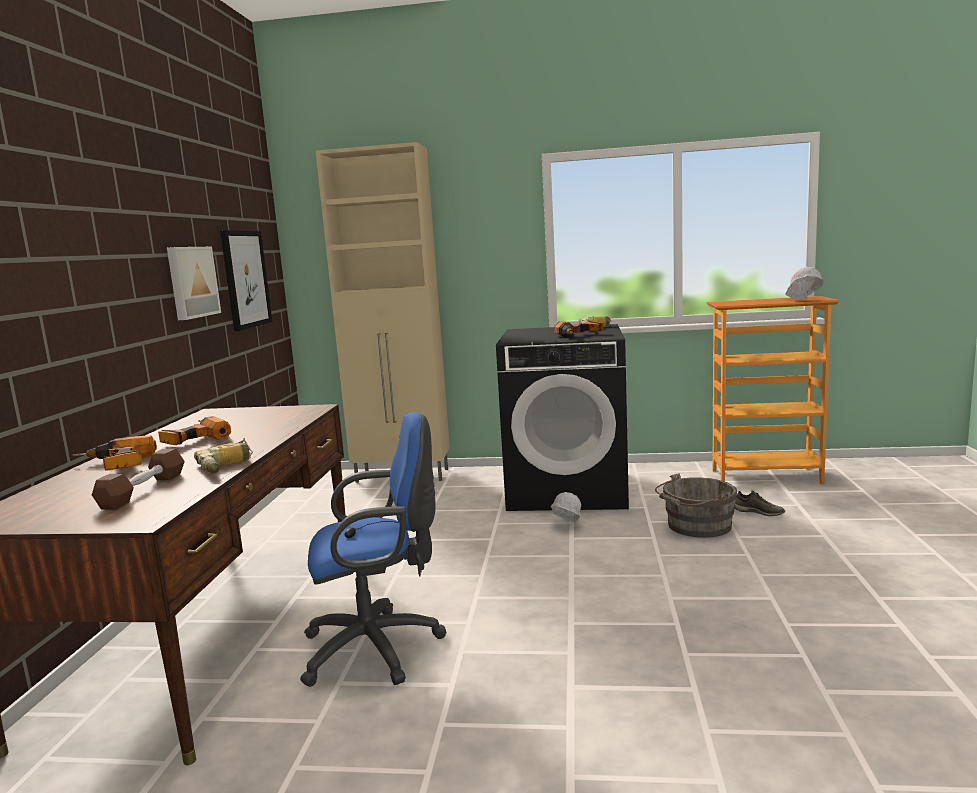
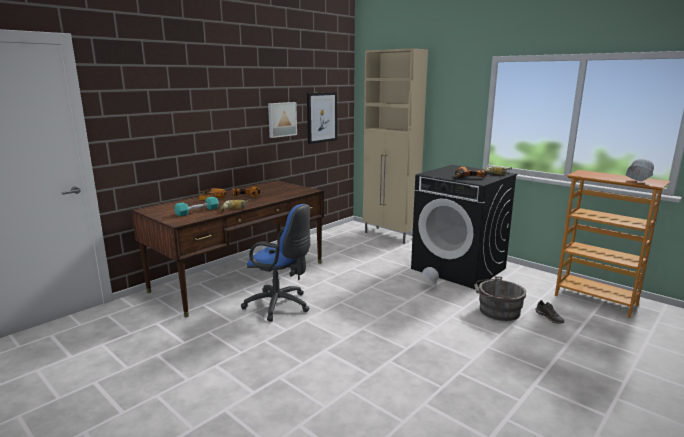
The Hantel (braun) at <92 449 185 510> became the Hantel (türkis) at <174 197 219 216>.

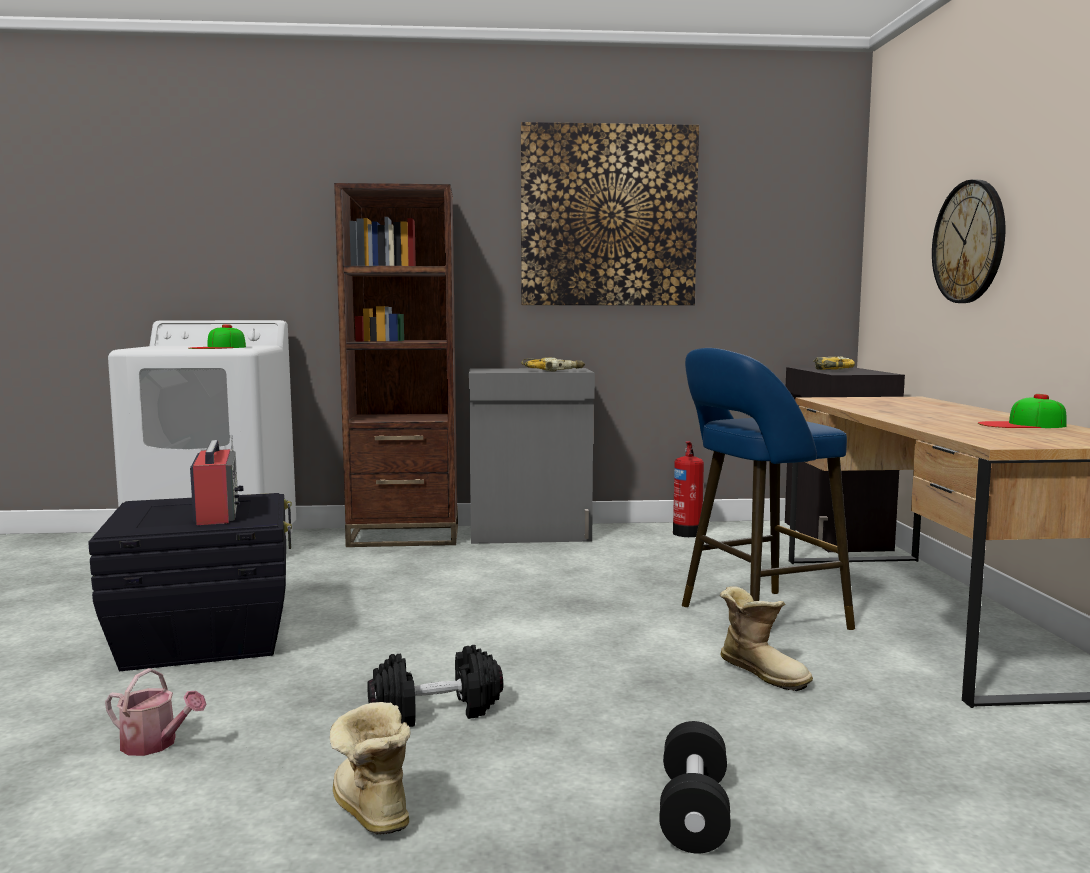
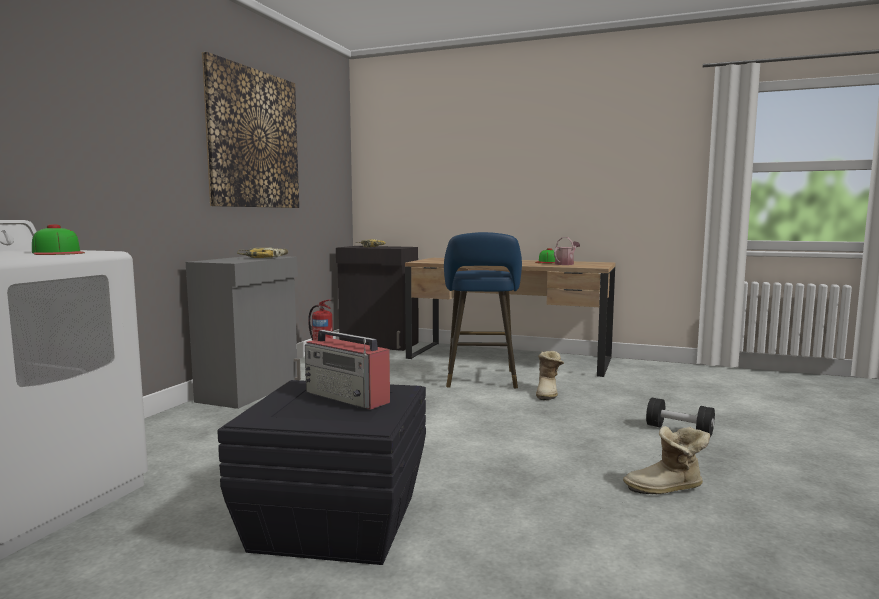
The Gießkanne moved from <105 668 207 756> to <554 237 580 265>.
The Radio at <190 435 244 525> turned 150 degrees counterclockwise.
The Bücherregal (braun) at <334 183 458 547> disappeared.
The Hantel (schwarz) at <367 645 503 727> disappeared.
The Stiefel at <720 586 813 691> turned 120 degrees clockwise.
The Wanduhr at <932 180 1005 303> disappeared.

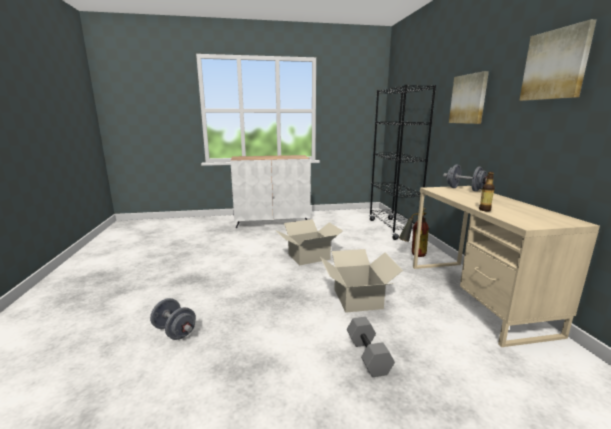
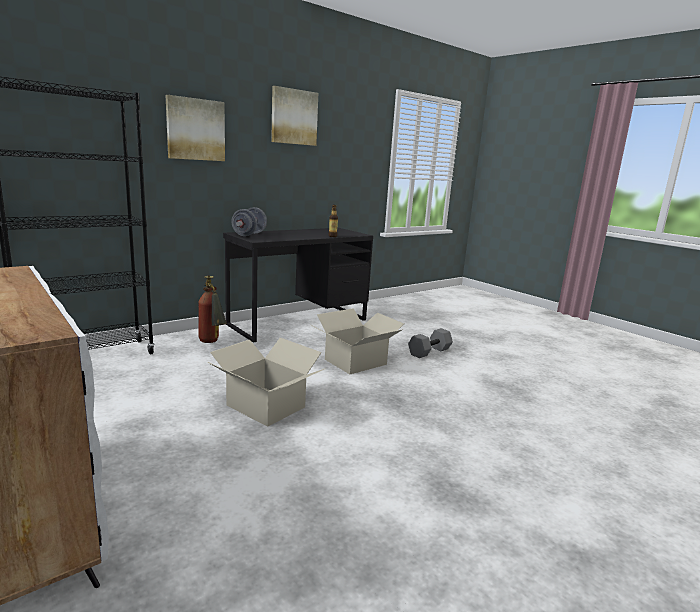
The Hantel (grau) at <150 298 196 340> disappeared.
The Schreibtisch (beige) at <413 186 600 347> became the Schreibtisch (schwarz) at <223 228 373 343>.

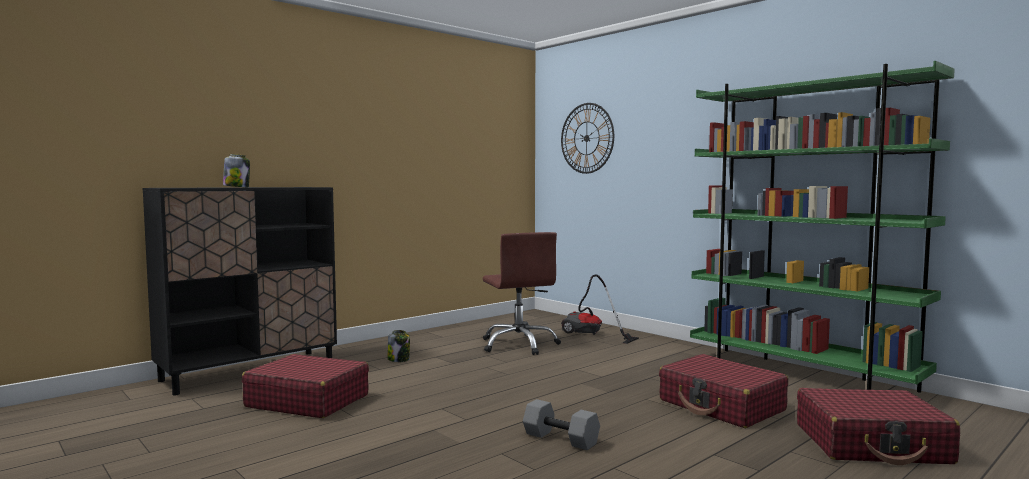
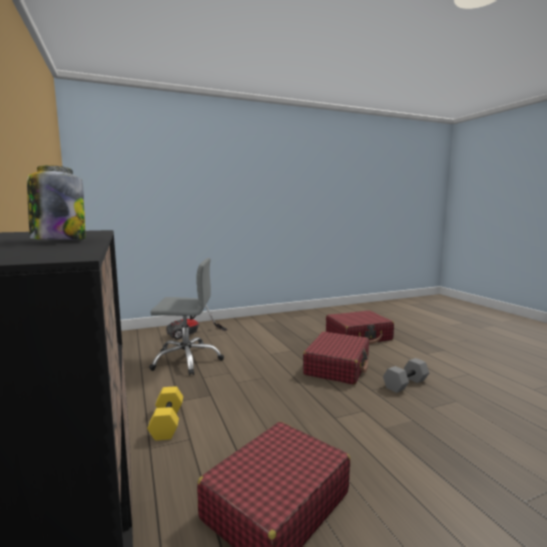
The Vorratsglas at <388 330 410 362> was replaced by the Hantel (gelb) at <147 386 183 441>.
The Bürostuhl (braun) at <483 232 561 355> became the Bürostuhl (grau) at <149 258 224 376>.
The Wanduhr at <561 103 614 174> disappeared.
The Bücherregal (grün) at <690 61 955 393> disappeared.
The Koffer (rot) moved from <797 388 960 465> to <303 331 369 385>.

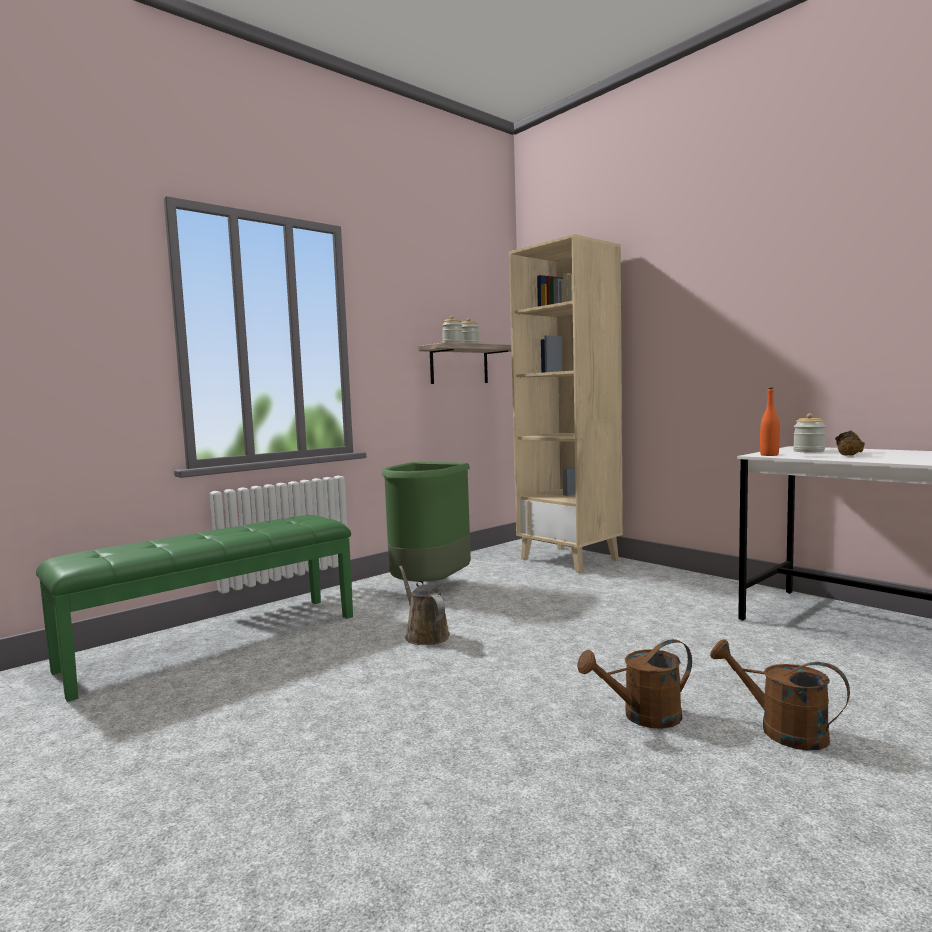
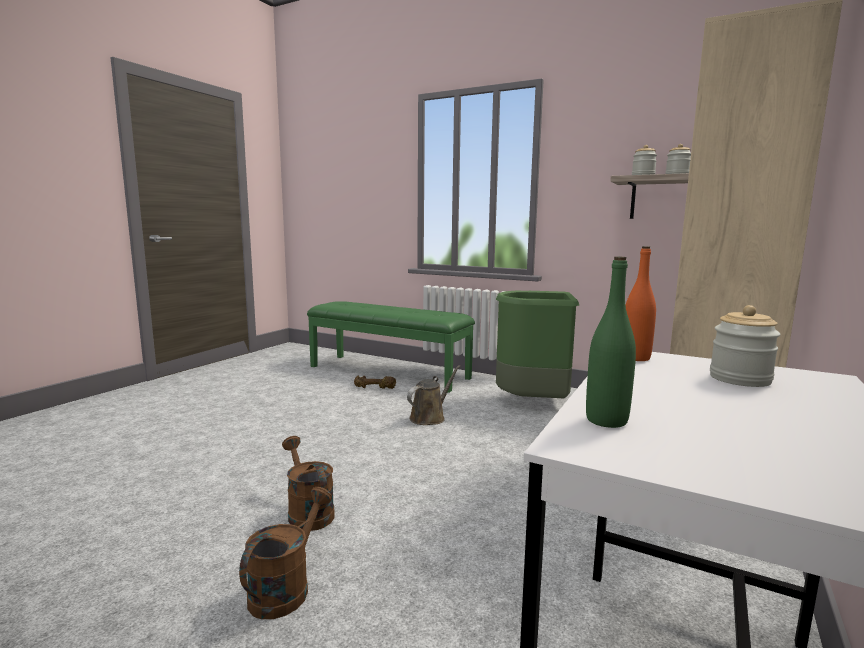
The Hantel (braun) moved from <835 430 865 456> to <354 376 396 389>.
The Flasche (grün) at <586 257 636 428> appeared.

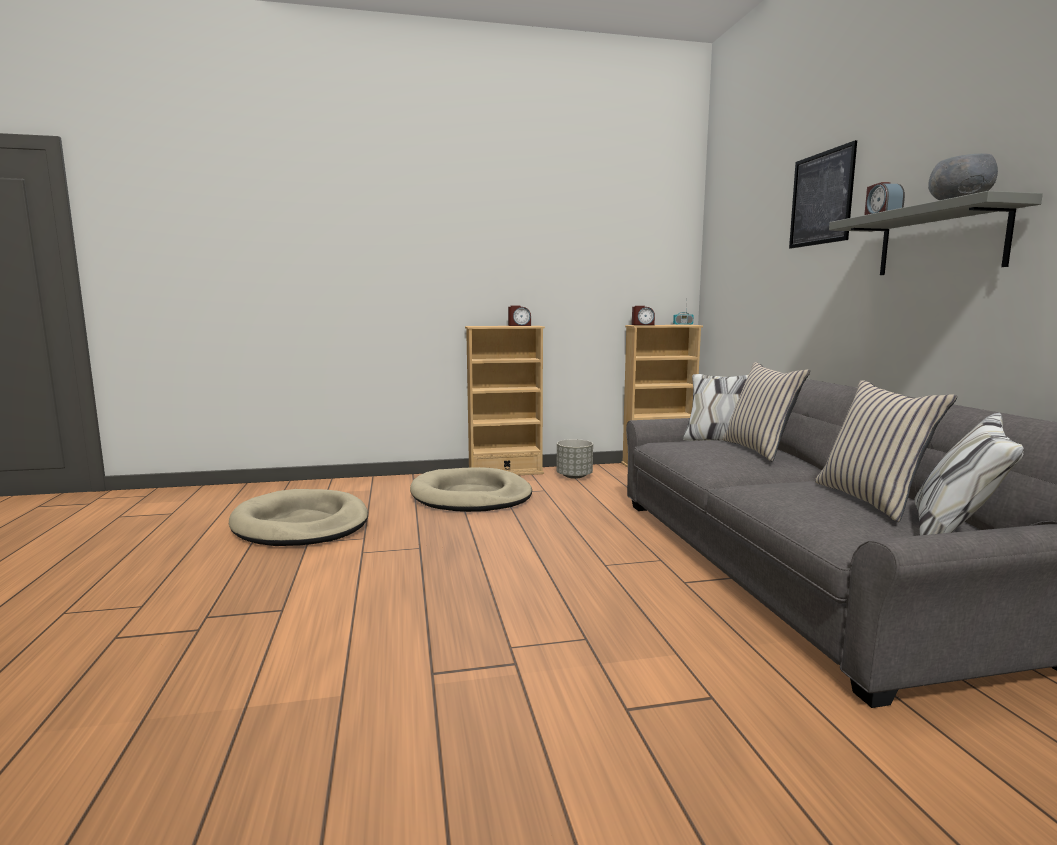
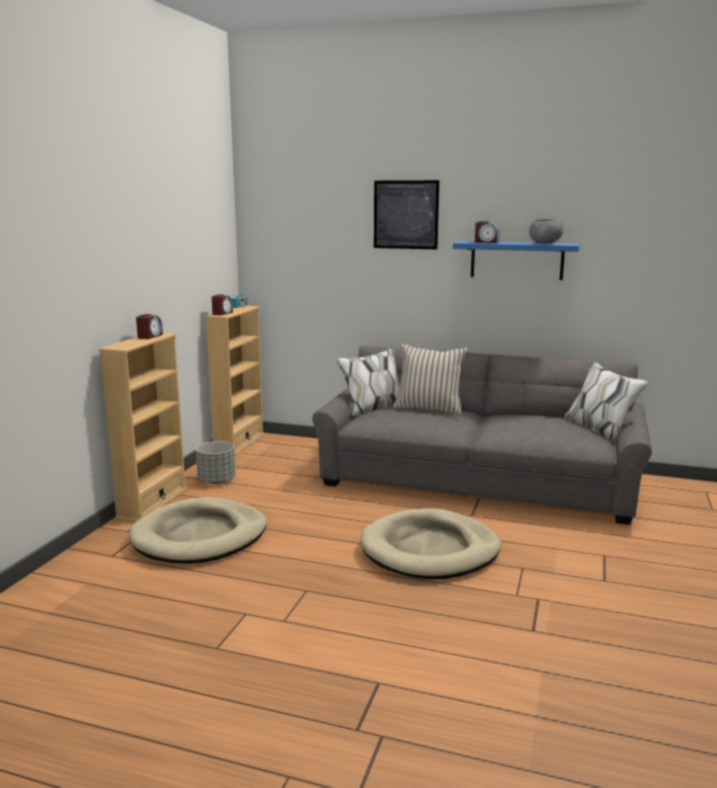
The Hundebett (beige) moved from <229 489 368 546> to <360 508 501 579>.
The Kissen (beige) at <815 380 957 522> disappeared.
The Wandregal (grau) at <829 191 1043 275> became the Wandregal (blau) at <453 241 580 280>.

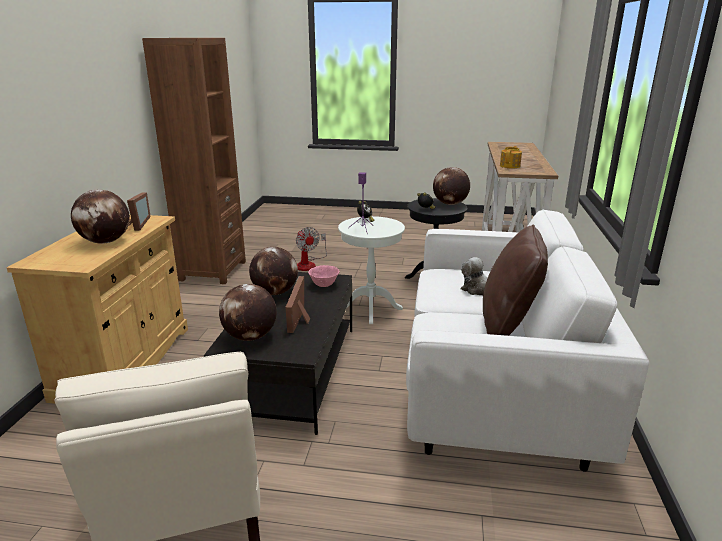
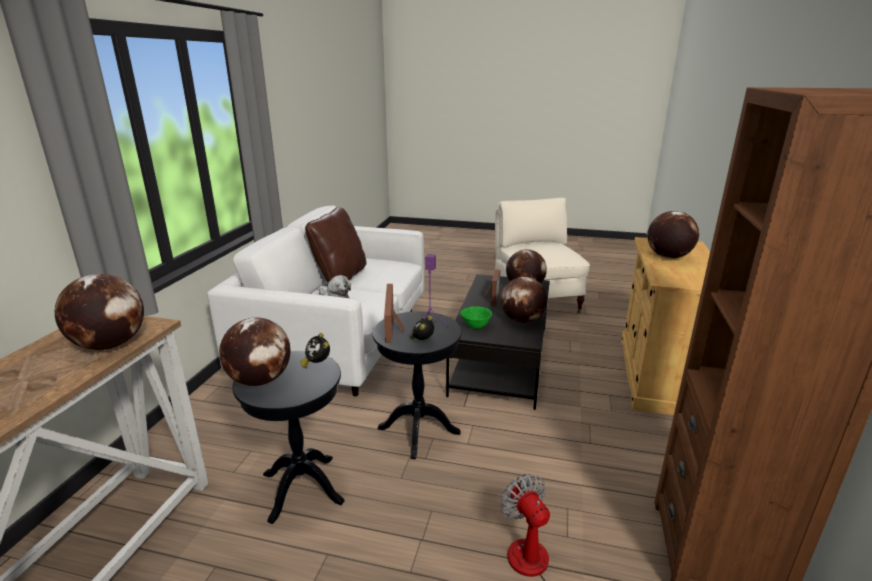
The Bilderrahmen moved from <127 192 151 231> to <384 284 404 343>.
The Schüssel (rosa) at <308 265 340 287> became the Schüssel (grün) at <461 306 492 329>.
The Beistelltisch (weiß) at <338 216 405 324> became the Beistelltisch (schwarz) at <373 311 462 459>.
The Teekanne at <500 146 522 168> was replaced by the Globus at <55 274 144 350>.

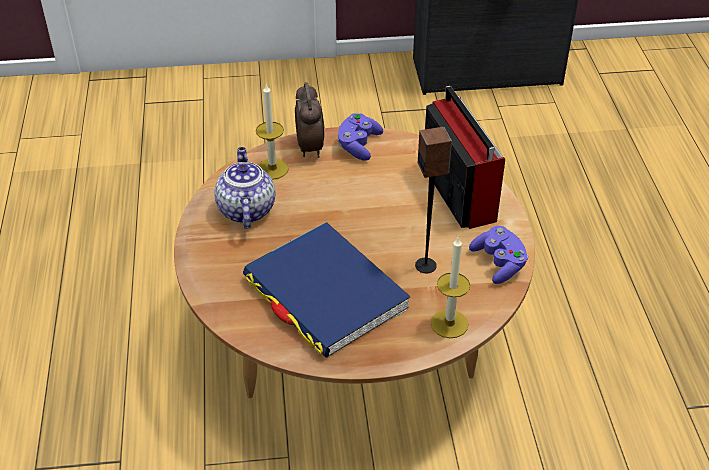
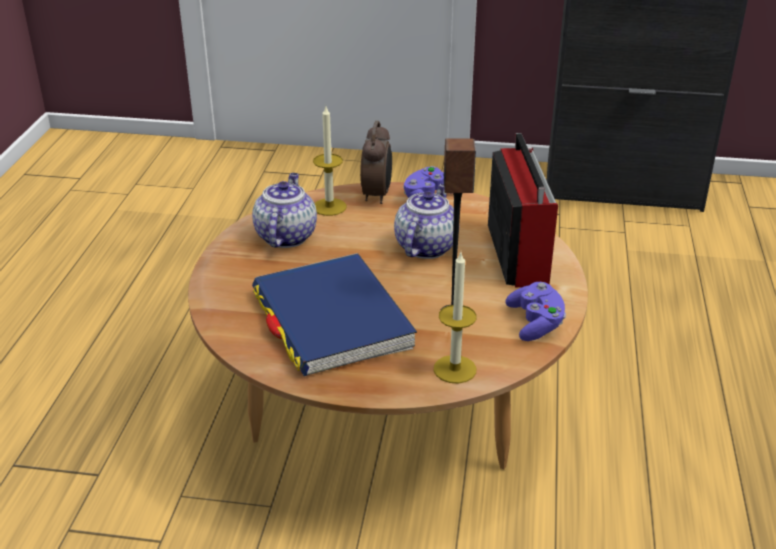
The Teekanne at <394 183 454 259> appeared.

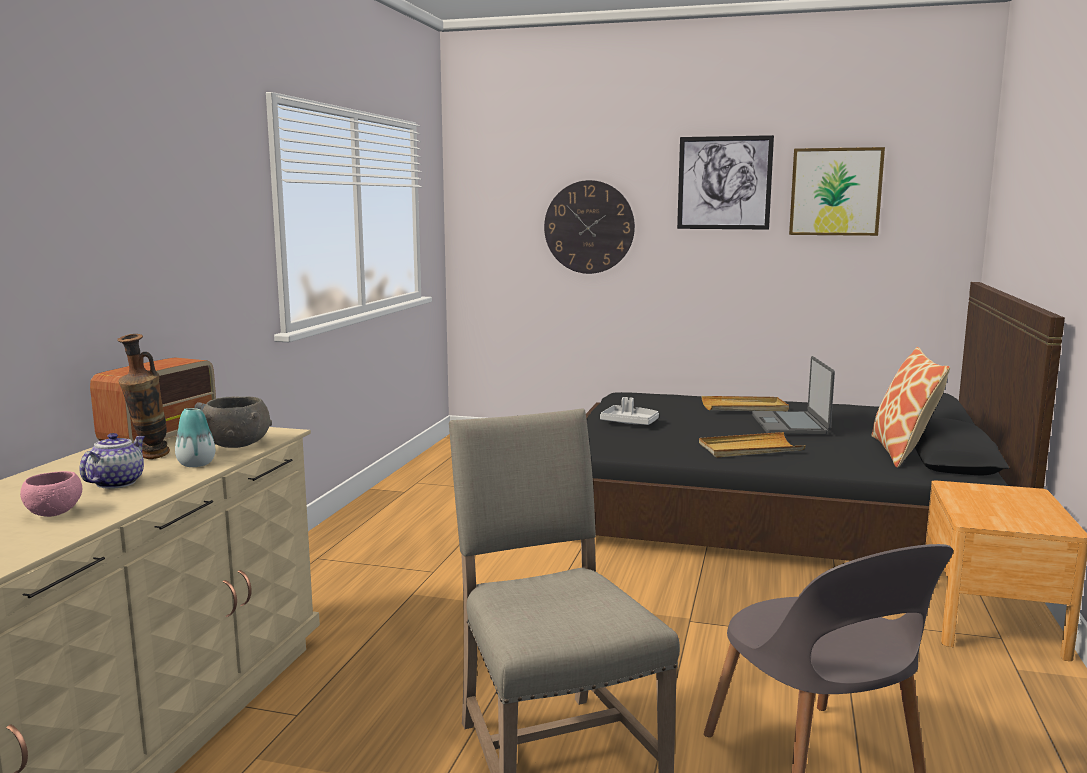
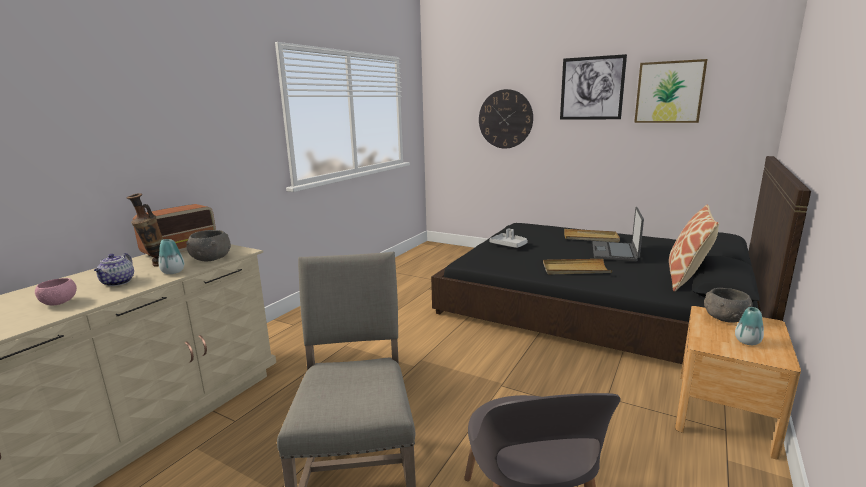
The Teekanne at <79 433 145 489> turned 150 degrees clockwise.
The Schüssel (grau) at <704 288 753 323> appeared.
The Vase at <735 307 764 345> appeared.

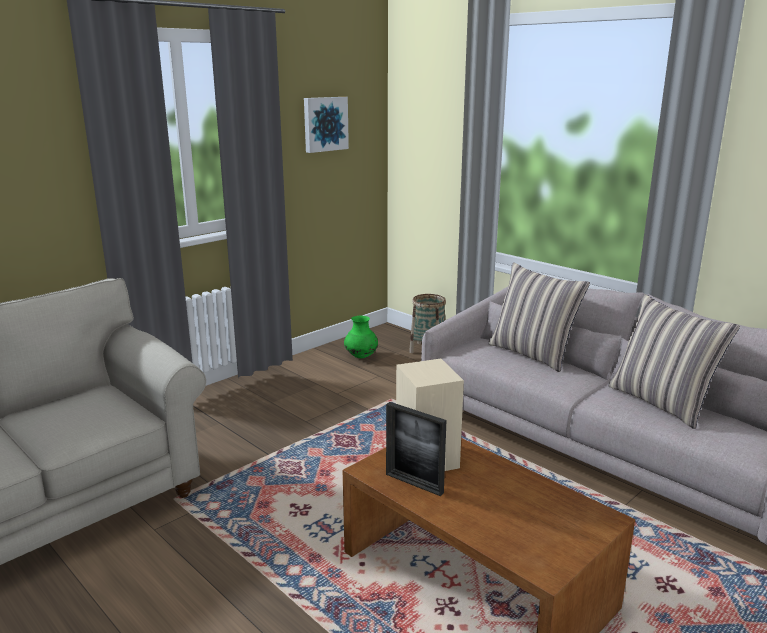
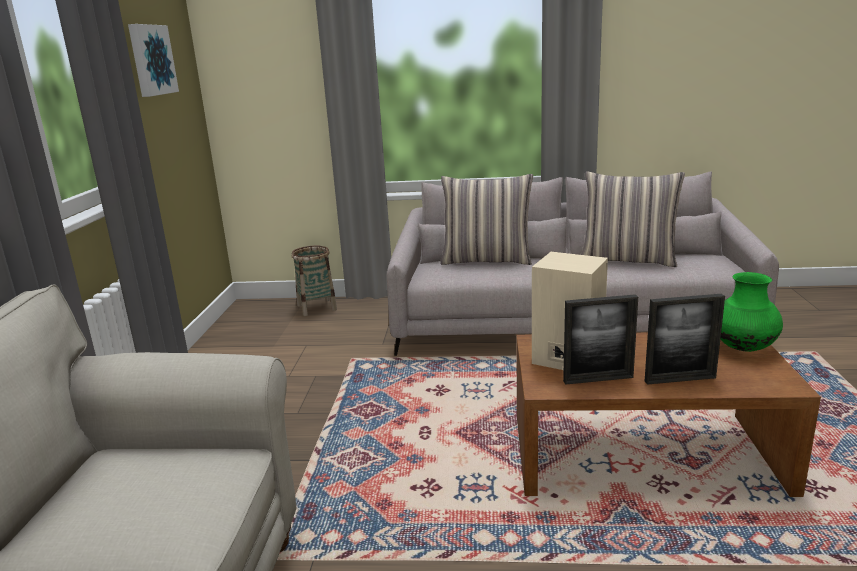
The Vase (grün) moved from <344 315 378 358> to <721 272 783 352>.
The Bilderrahmen at <645 294 725 385> appeared.

